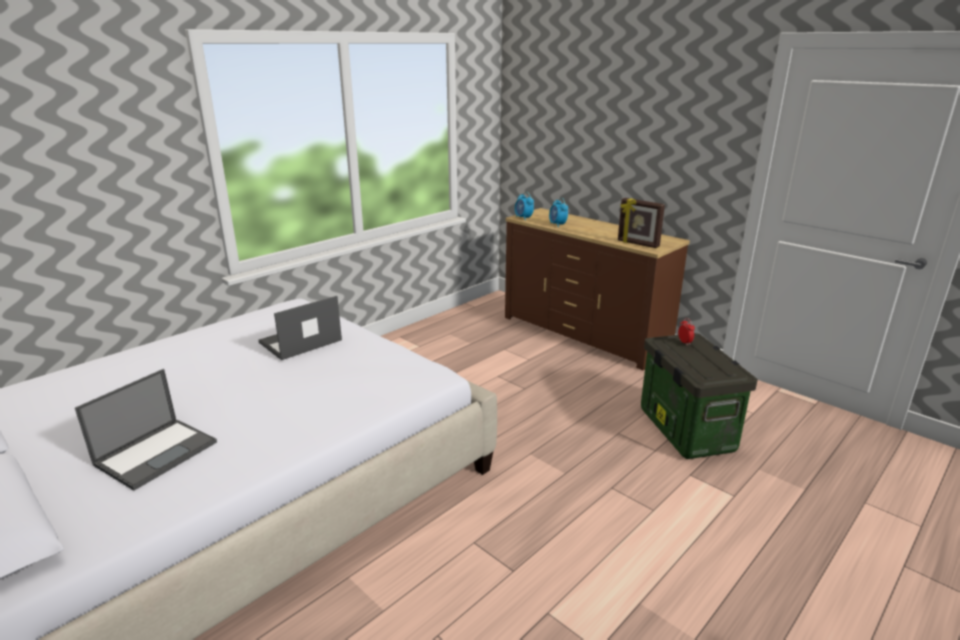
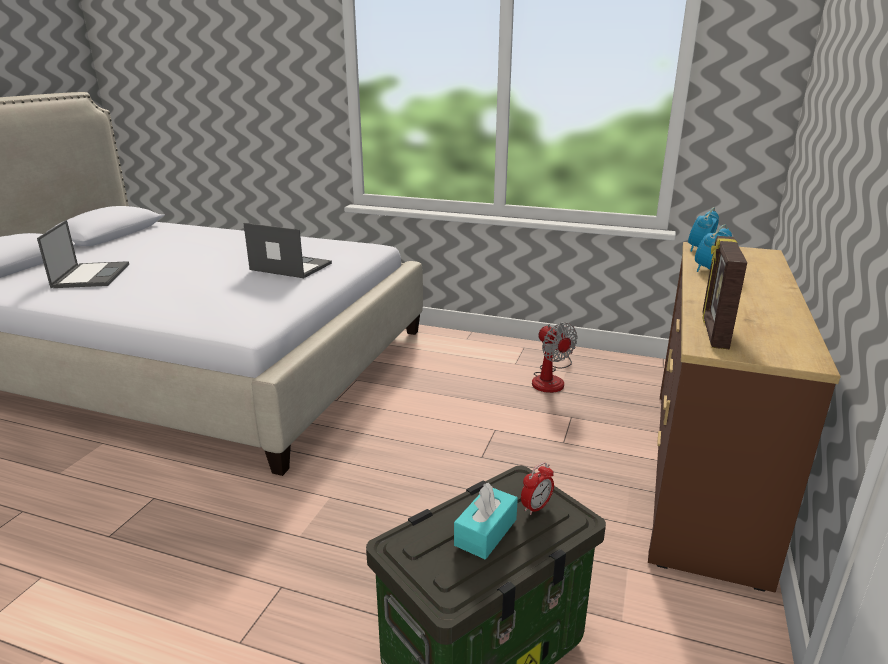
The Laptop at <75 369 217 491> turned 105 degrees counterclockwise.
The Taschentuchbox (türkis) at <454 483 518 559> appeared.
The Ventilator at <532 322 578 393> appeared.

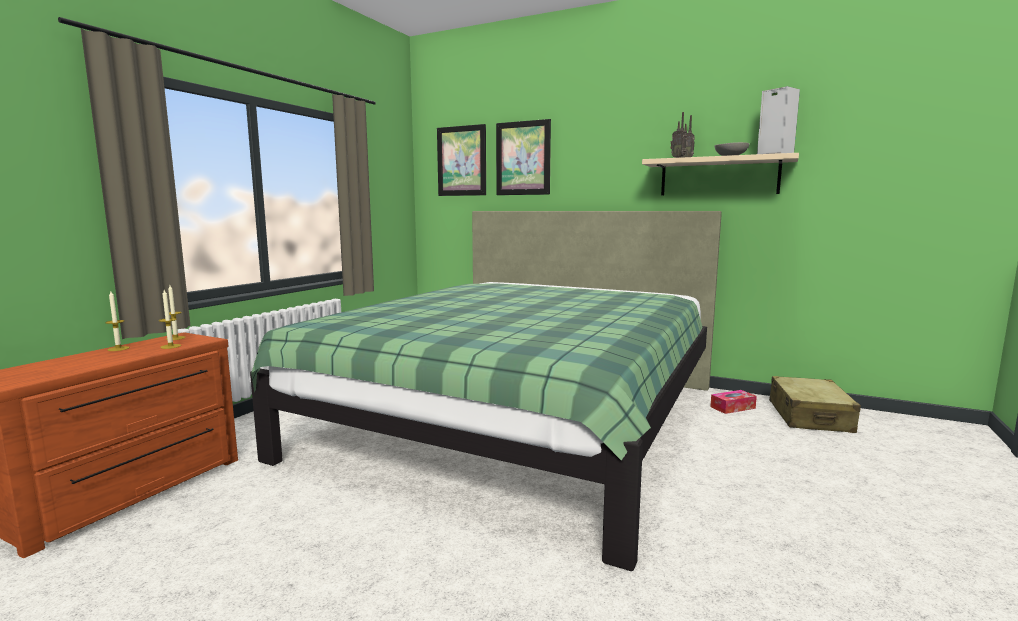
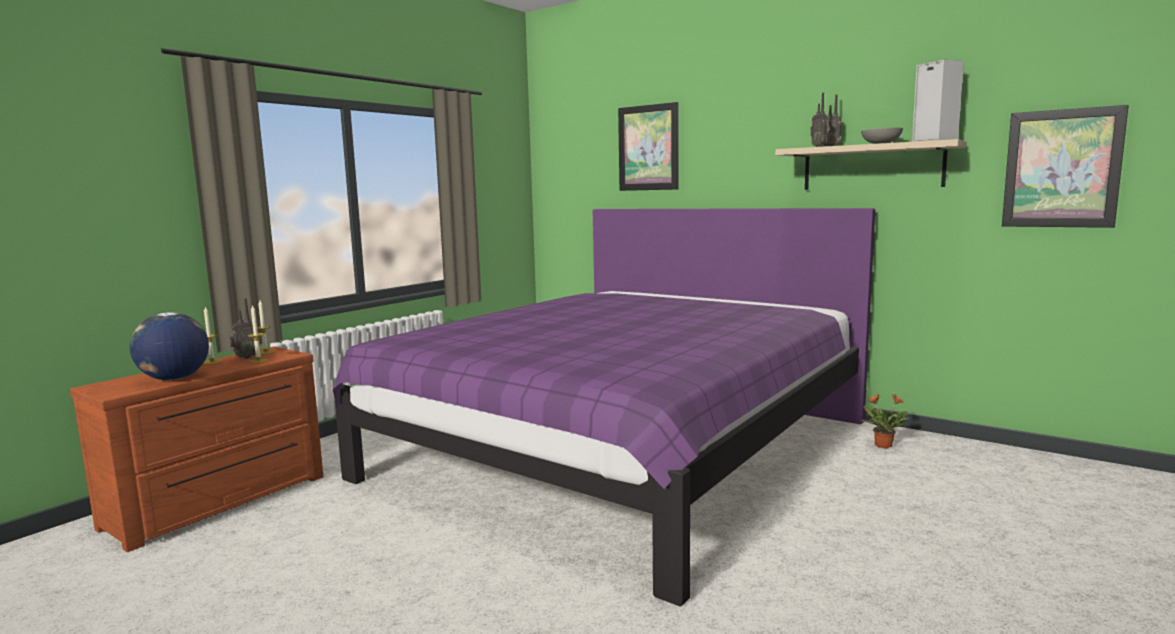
The Bett (grün) at <250 211 722 571> became the Bett (lila) at <333 208 875 607>.
The Bild moved from <437 124 486 196> to <1002 105 1129 228>.
The Taschentuchbox at <710 390 757 414> was replaced by the Topfpflanze at <861 394 909 449>.
The Koffer (beige) at <769 376 861 433> disappeared.
The Globus at <130 312 209 380> appeared.
The Radio at <230 298 256 359> appeared.

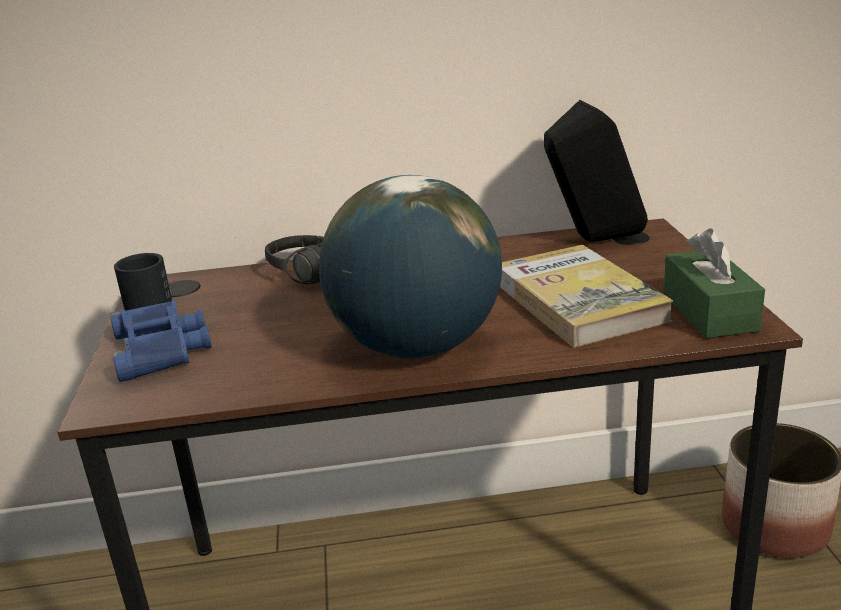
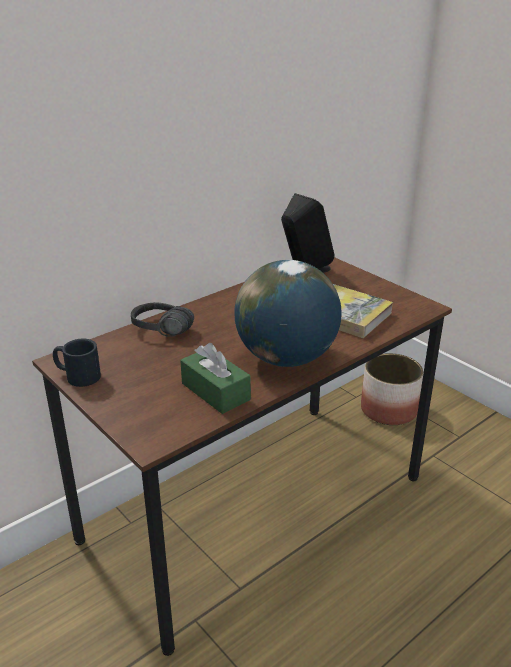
The Fernglas (blau) at <110 300 212 382> disappeared.
The Taschentuchbox (grün) moved from <664 228 765 338> to <180 343 251 414>.

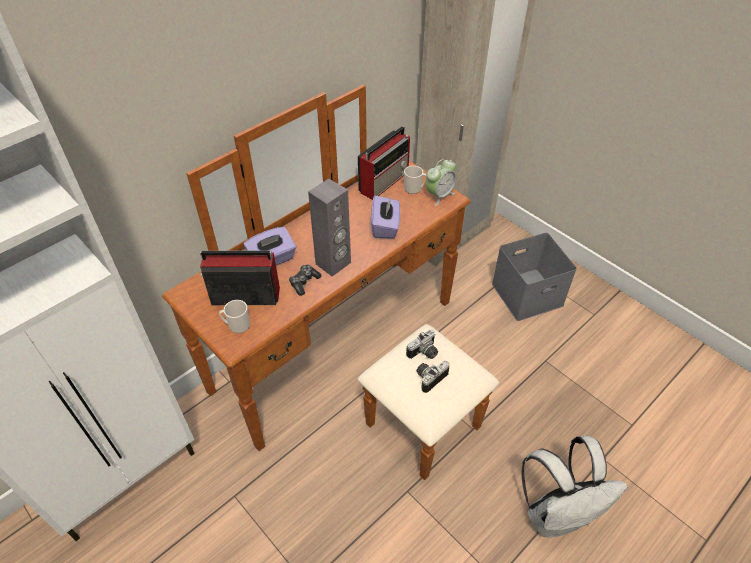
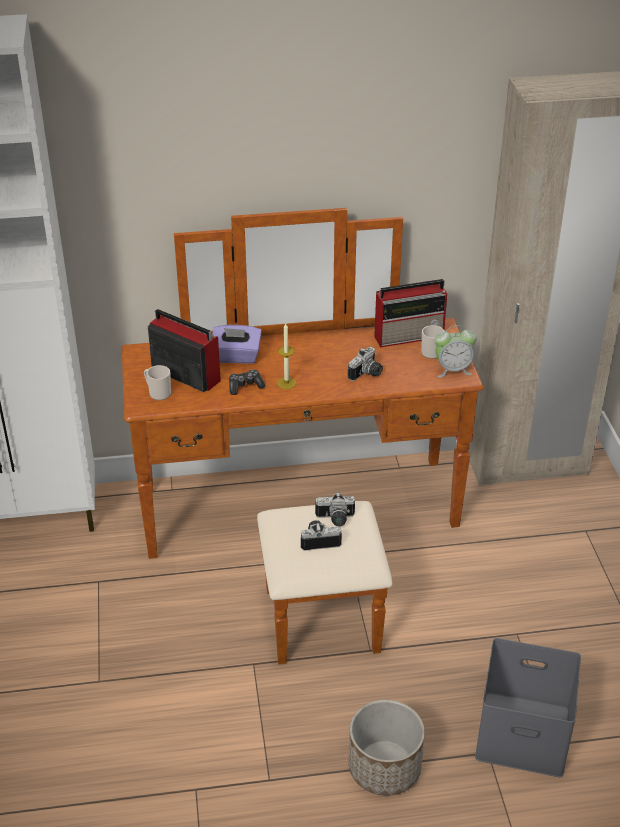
The Lautsprecher (grau) at <308 179 351 276> was replaced by the Kerze at <277 323 296 389>.
The Taschentuchbox (lila) at <371 196 400 239> was replaced by the Kamera at <348 347 383 381>.
The Aufbewahrungsbox (grau) moved from <492 233 577 321> to <475 638 581 777>.
The Rucksack (weiß) at <522 435 628 538> was replaced by the Pflanzkübel at <348 700 425 796>.

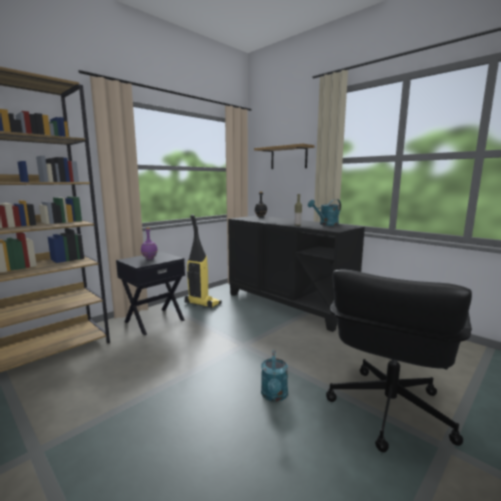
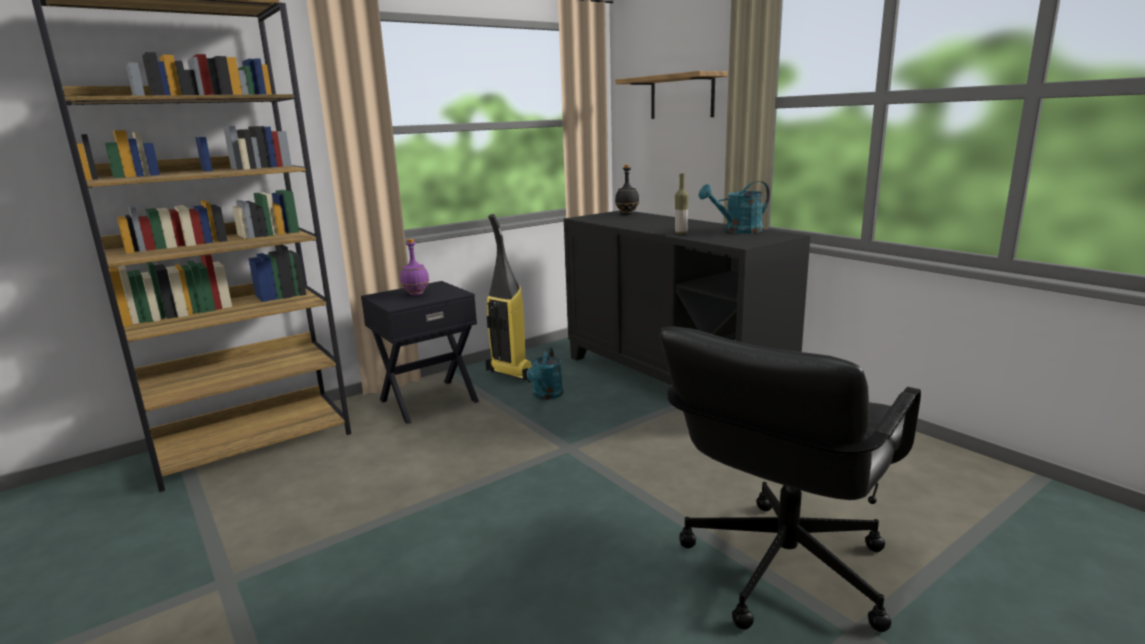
The Gießkanne (türkis) moved from <261 350 288 402> to <527 348 563 400>.

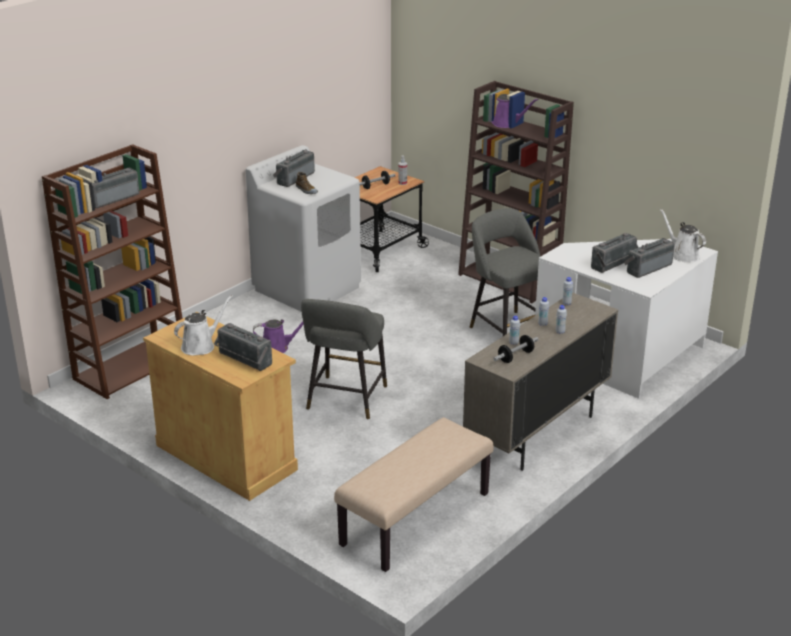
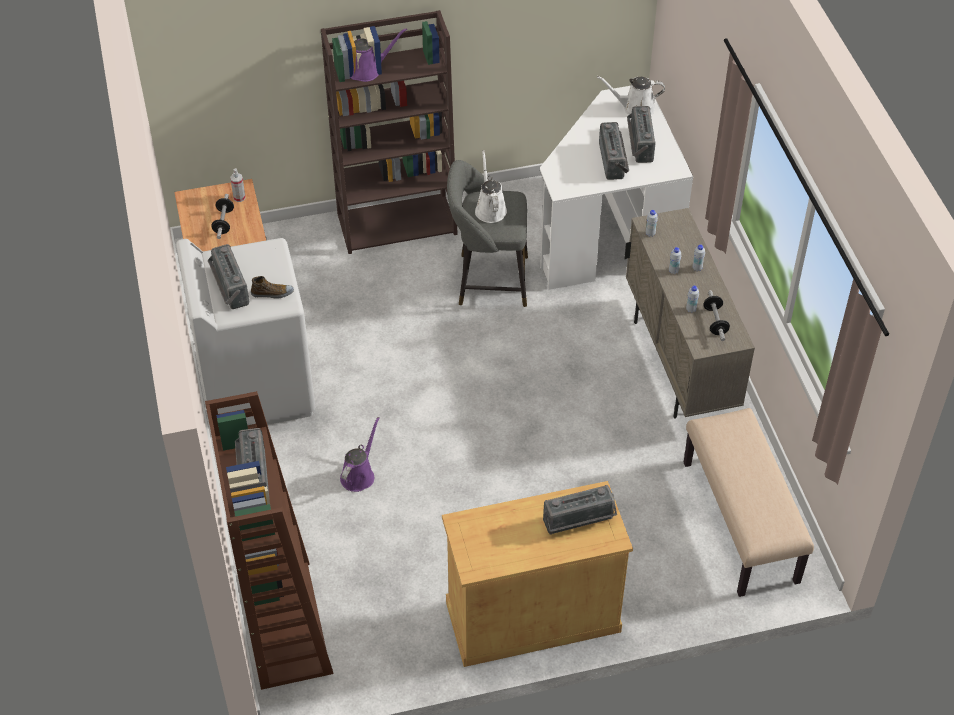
The Gießkanne (weiß) moved from <174 295 233 356> to <475 150 507 223>.
The Hocker (grau) at <301 299 387 419> disappeared.

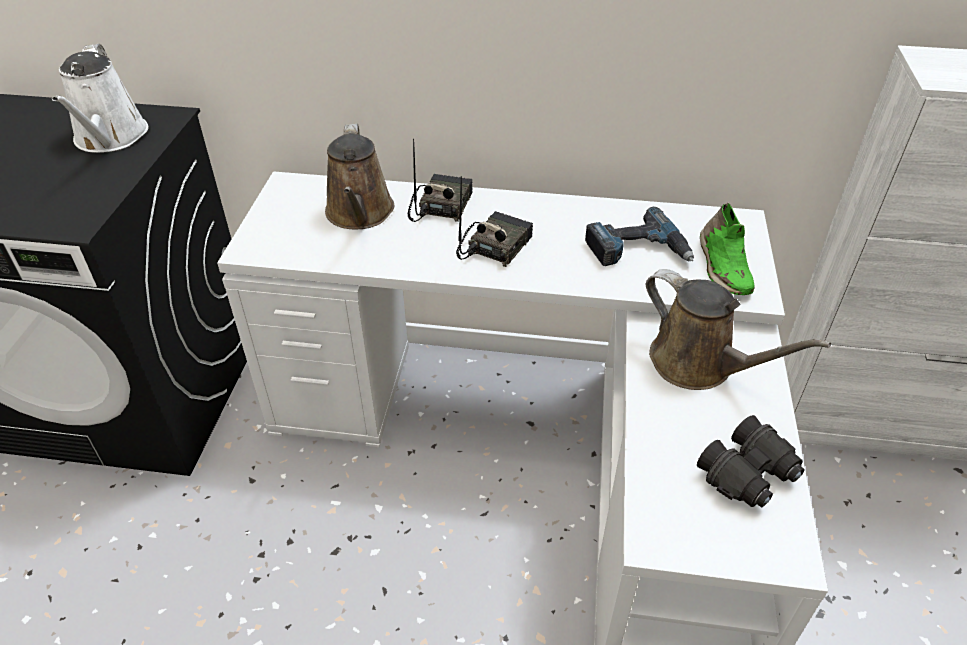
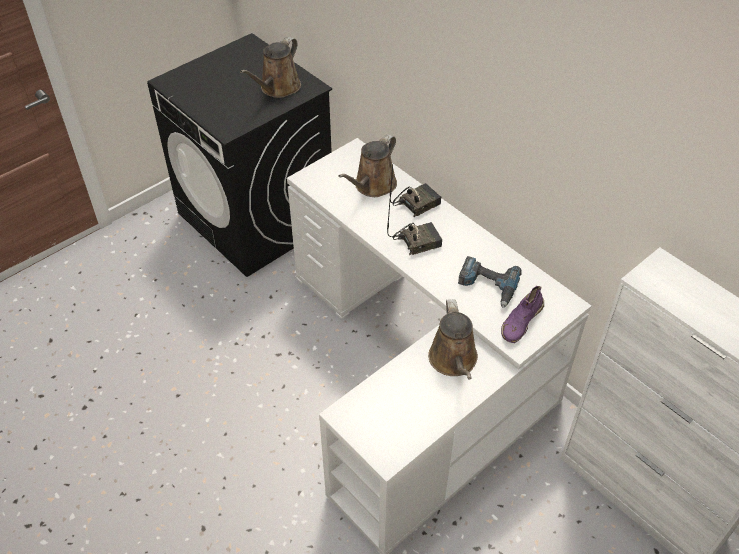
The Gießkanne (weiß) at <52 44 149 153> became the Gießkanne (braun) at <240 37 301 98>.
The Fernglas (schwarz) at <697 415 805 507> disappeared.
The Schuh (grün) at <700 203 755 295> became the Schuh (lila) at <501 286 544 343>.

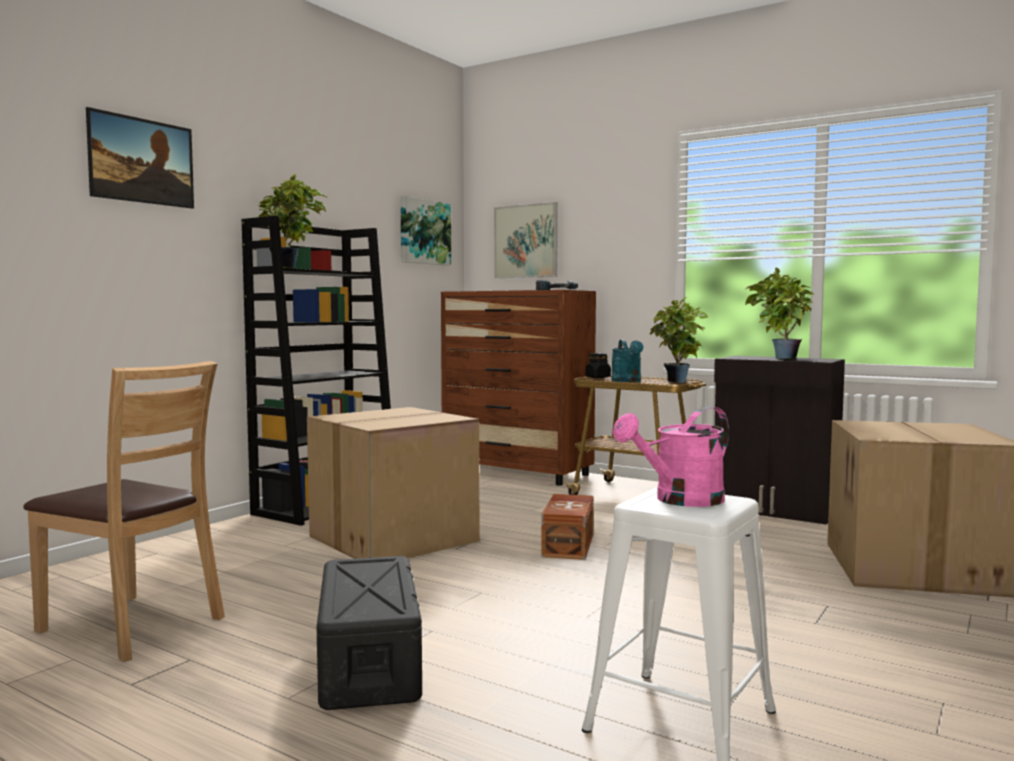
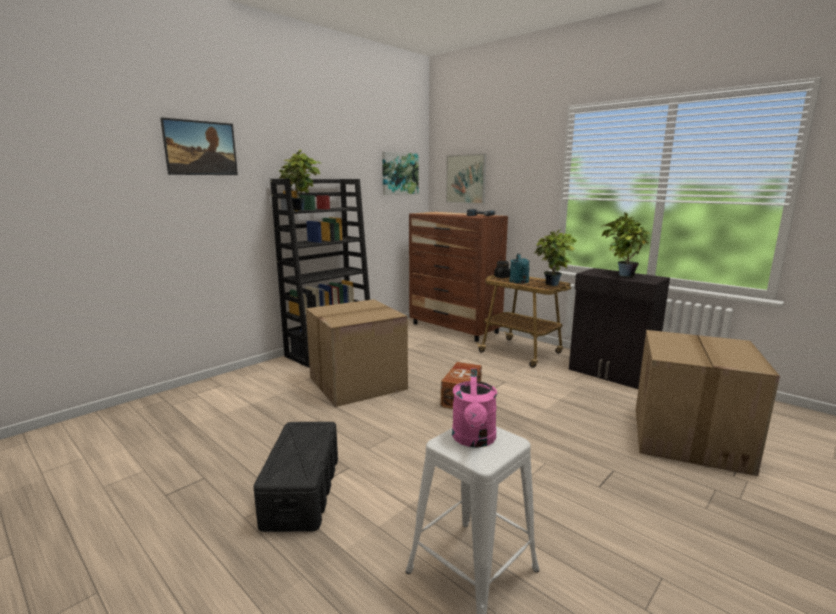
The Stuhl (braun) at <23 361 225 662> disappeared.
The Gießkanne (rosa) at <613 406 729 507> turned 60 degrees counterclockwise.

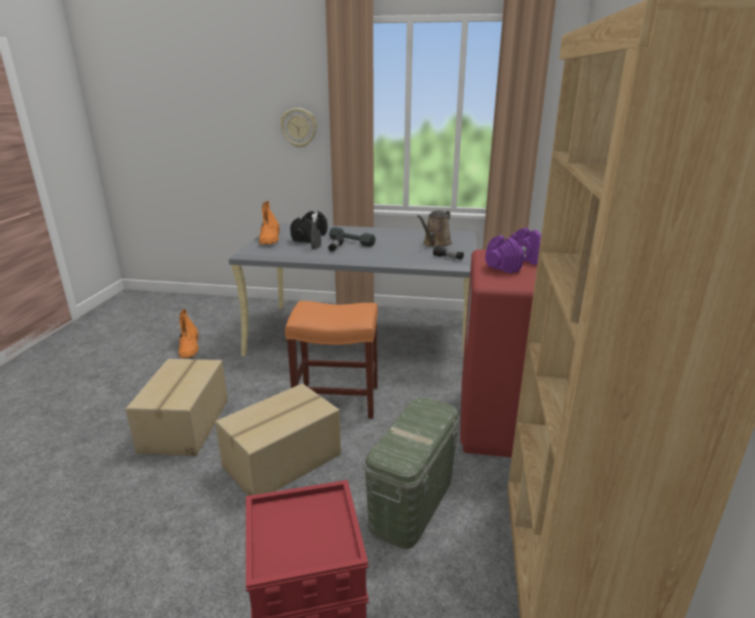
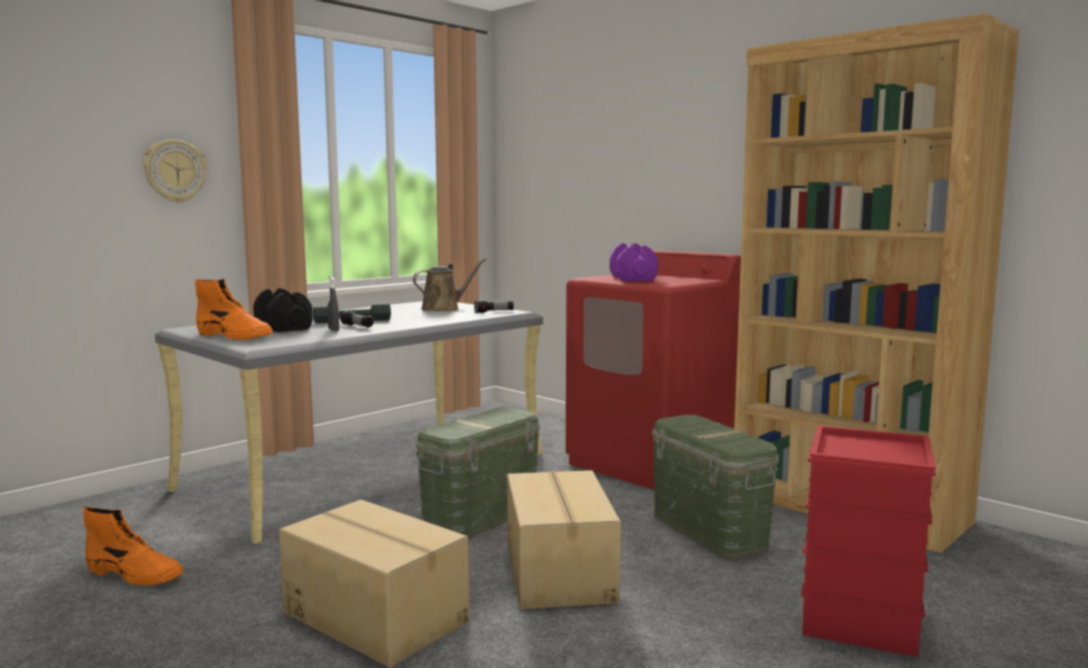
The Hocker (orange) at <285 301 378 418> was replaced by the Aufbewahrungsbox (grün) at <416 407 540 539>.
The Gießkanne (braun) at <417 210 452 247> turned 105 degrees counterclockwise.

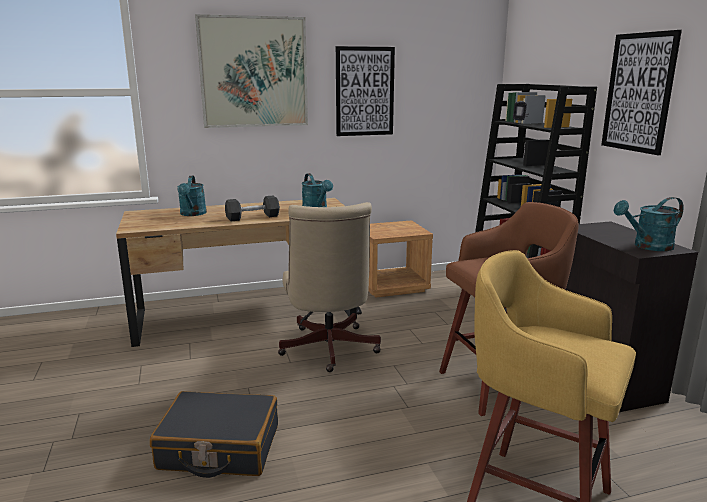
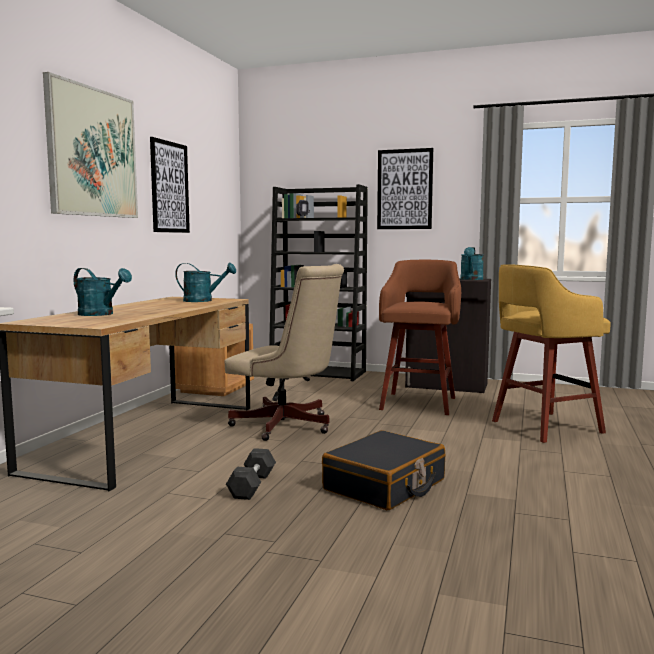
The Hantel (grau) moved from <225 196 280 222> to <226 448 276 500>.

